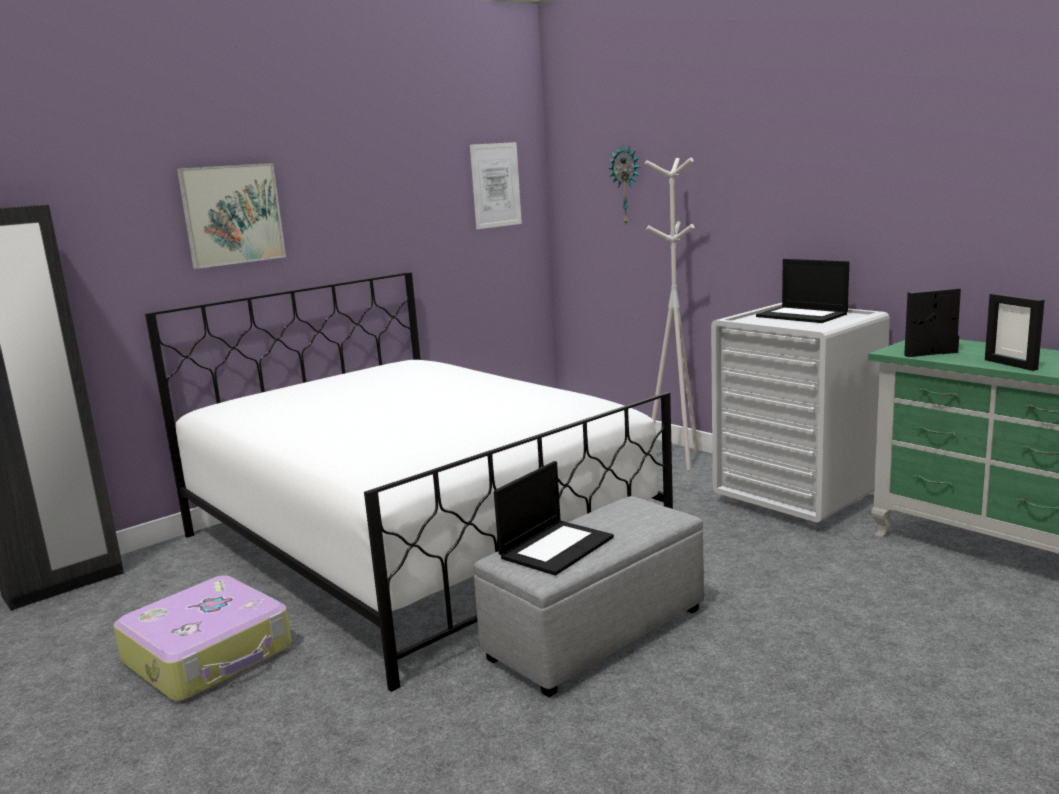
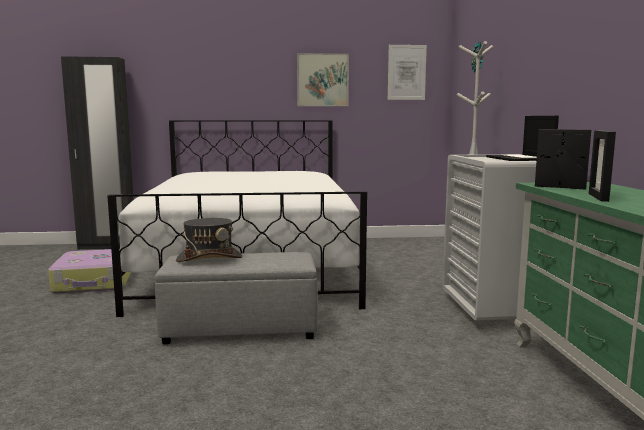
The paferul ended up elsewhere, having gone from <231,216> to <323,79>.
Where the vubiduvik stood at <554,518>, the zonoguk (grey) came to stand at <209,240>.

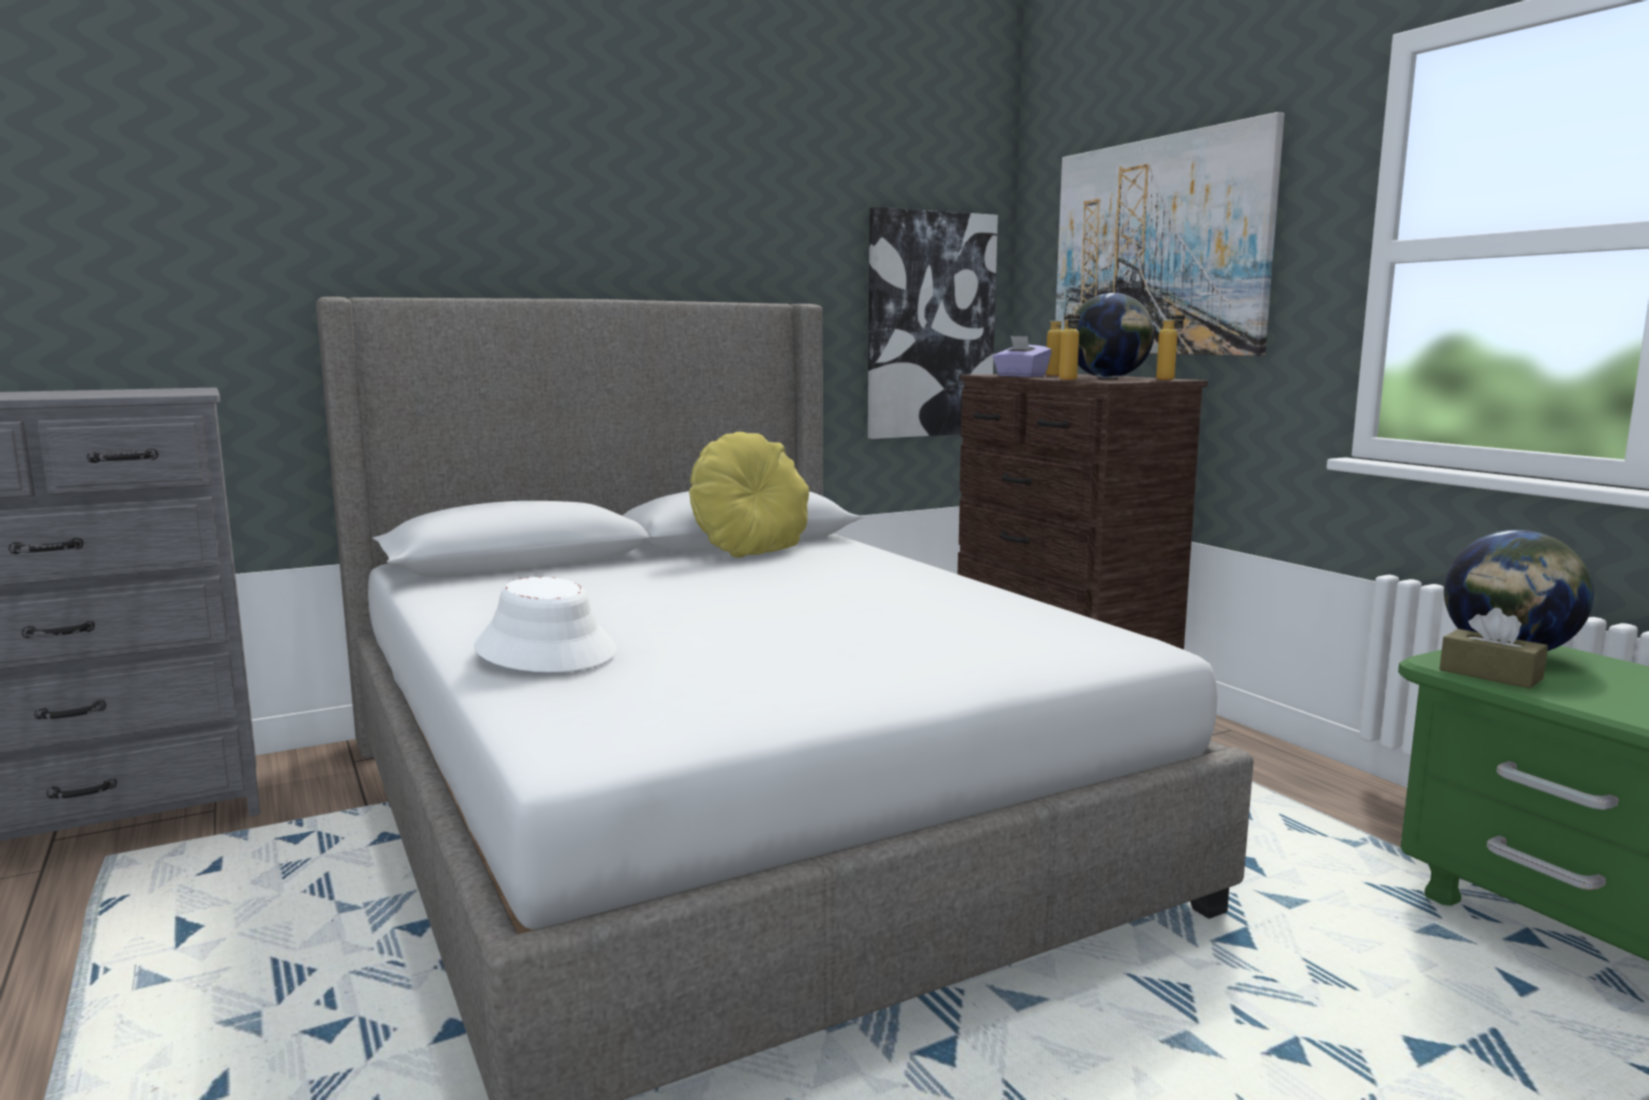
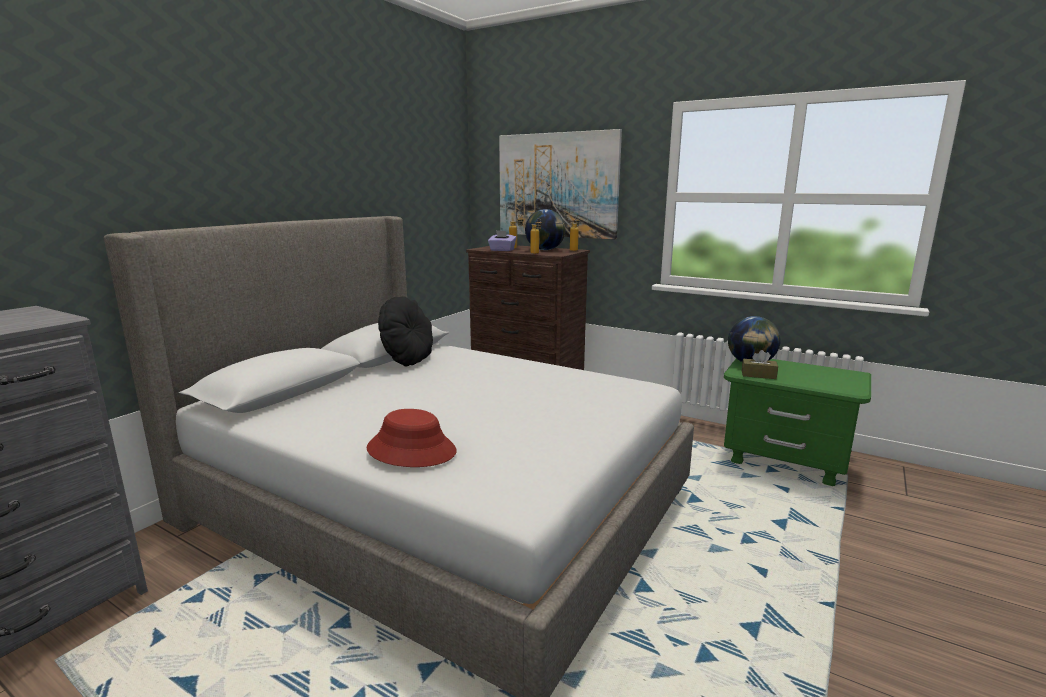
What was the zonoguk (white) at <545,624> turned into the zonoguk (red) at <412,438>.
What was the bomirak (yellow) at <749,495> turned into the bomirak (black) at <405,331>.
The second view lost the paferul at <933,323>.

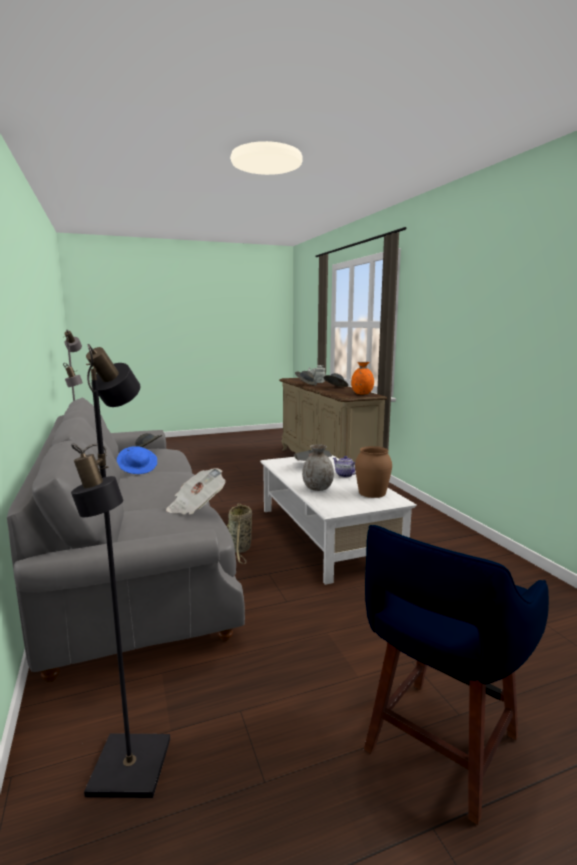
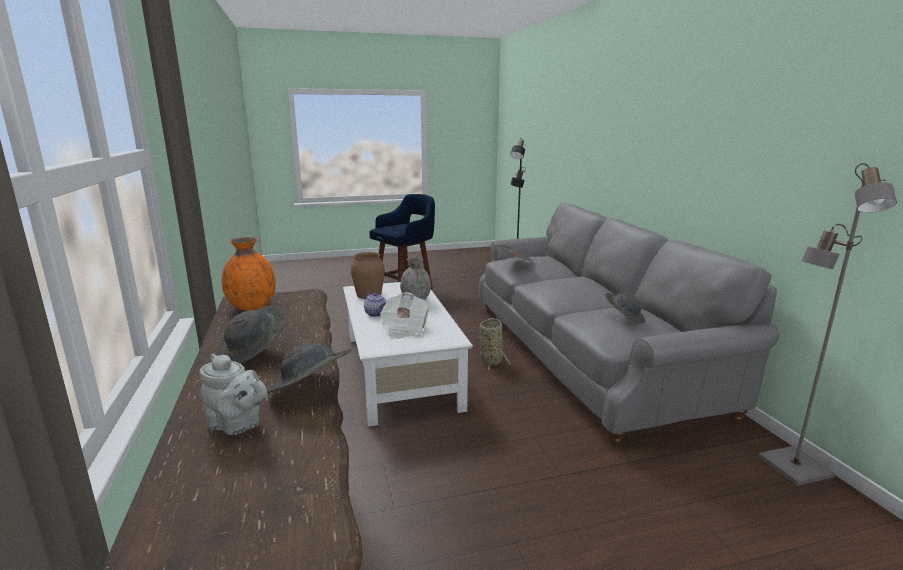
The second view lost the zonoguk (blue) at <137,460>.

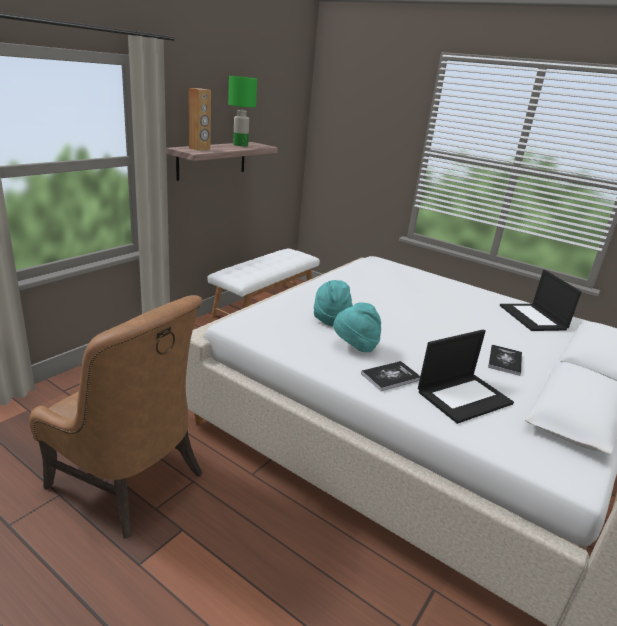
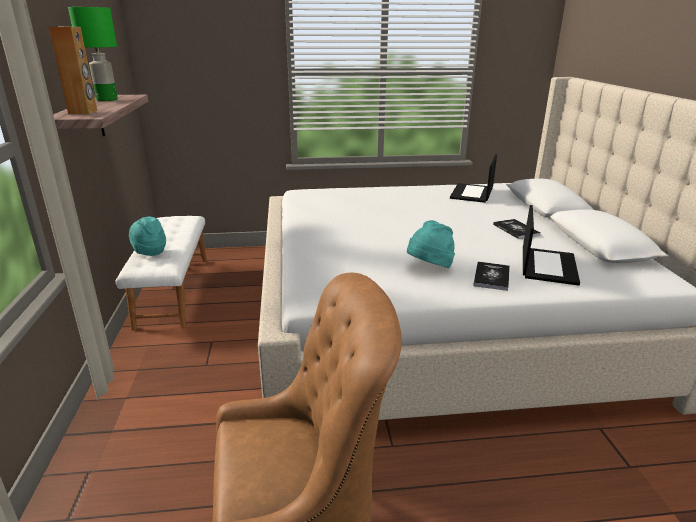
The zonoguk (turquoise) ended up elsewhere, having gone from <333,303> to <147,236>.
The vubiduvik at <541,300> ended up facing another way, 75 degrees clockwise from before.

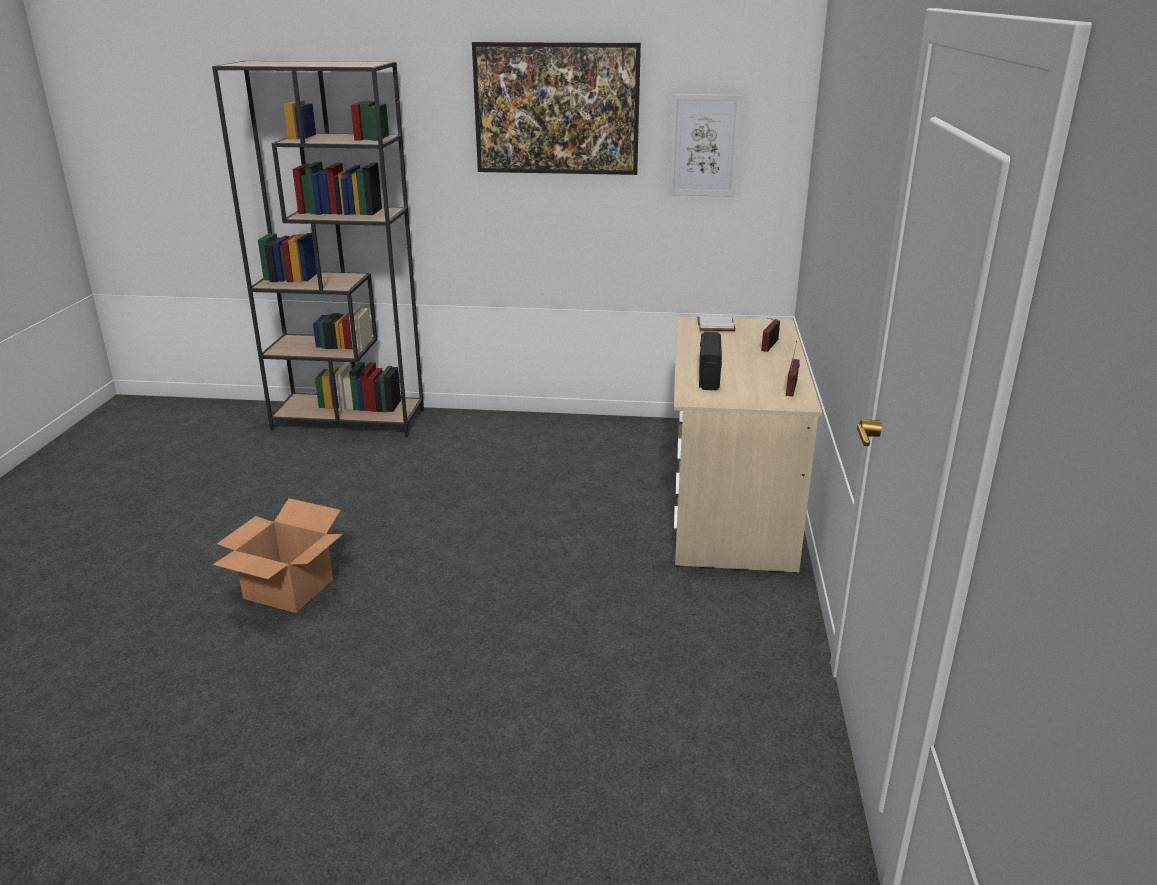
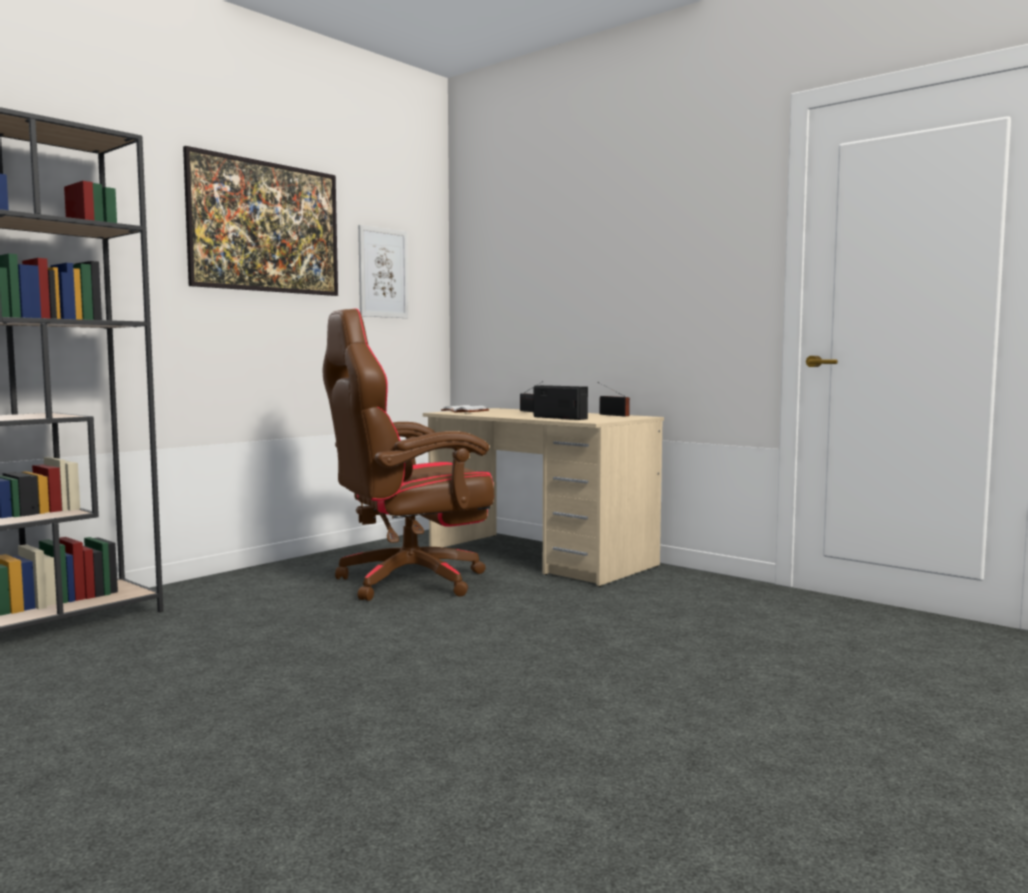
The second view lost the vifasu at <277,555>.
The second view gained the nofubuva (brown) at <408,454>.

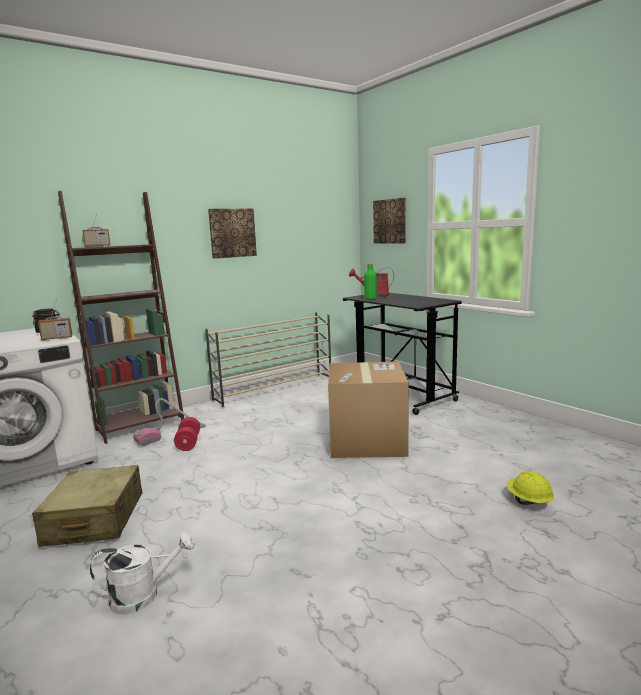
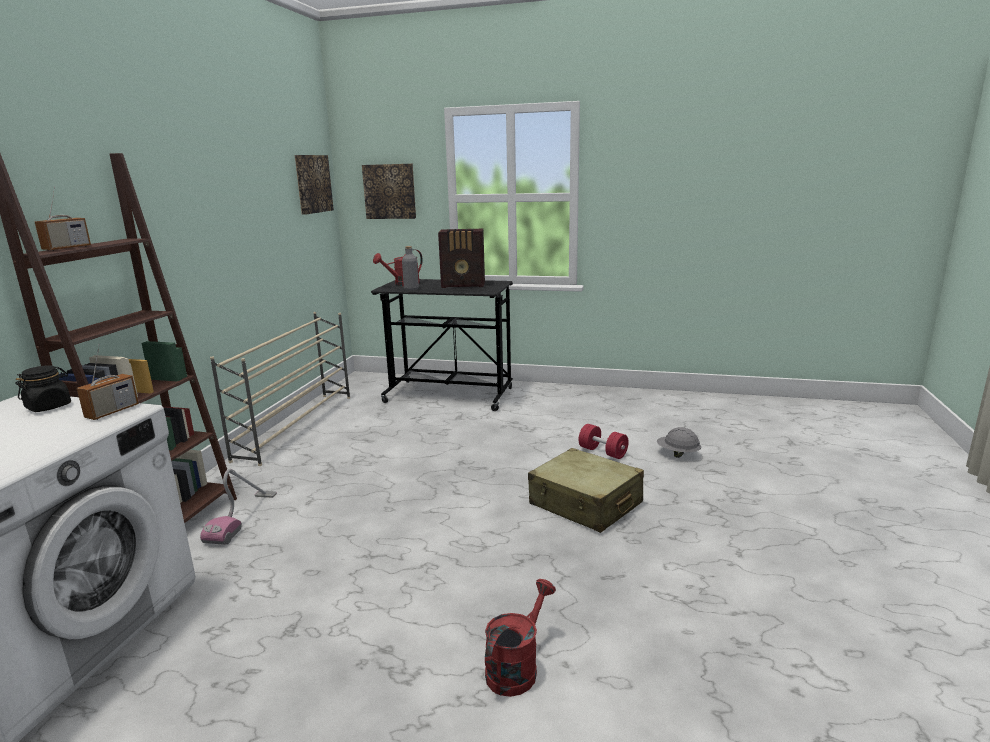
The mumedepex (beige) ended up elsewhere, having gone from <87,506> to <586,490>.
What was the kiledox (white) at <142,573> turned into the kiledox (red) at <520,638>.
The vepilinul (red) ended up elsewhere, having gone from <187,434> to <604,441>.
The paferul ended up elsewhere, having gone from <232,234> to <314,185>.
The second view lost the vifasu at <368,409>.
What was the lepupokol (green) at <370,281> turned into the lepupokol (grey) at <410,268>.
What was the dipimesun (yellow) at <530,488> turned into the dipimesun (grey) at <679,442>.
The second view gained the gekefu at <461,258>.

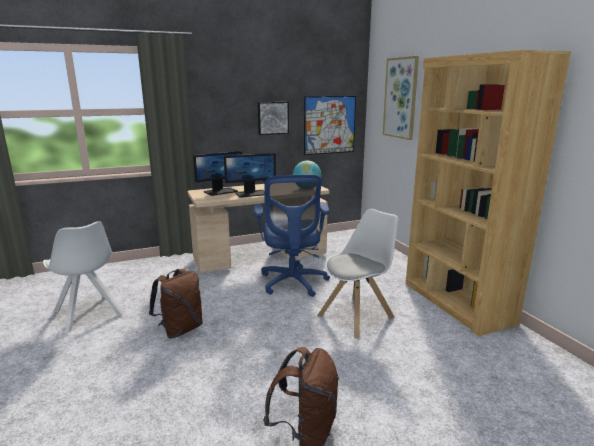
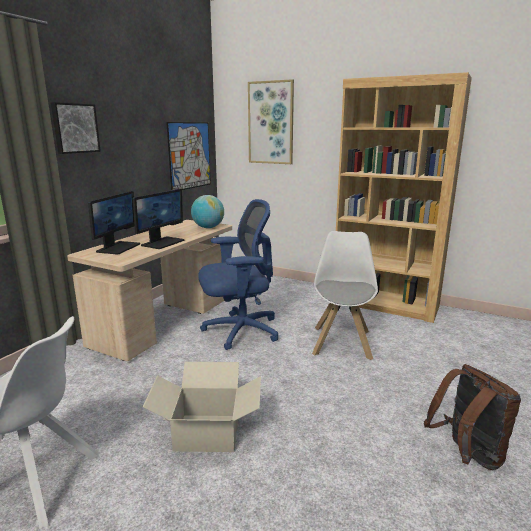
Where the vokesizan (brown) stood at <176,304>, the vifasu came to stand at <202,407>.
The nofubuva (blue) at <292,236> ended up facing another way, 60 degrees counterclockwise from before.
The paferul ended up elsewhere, having gone from <273,118> to <76,128>.

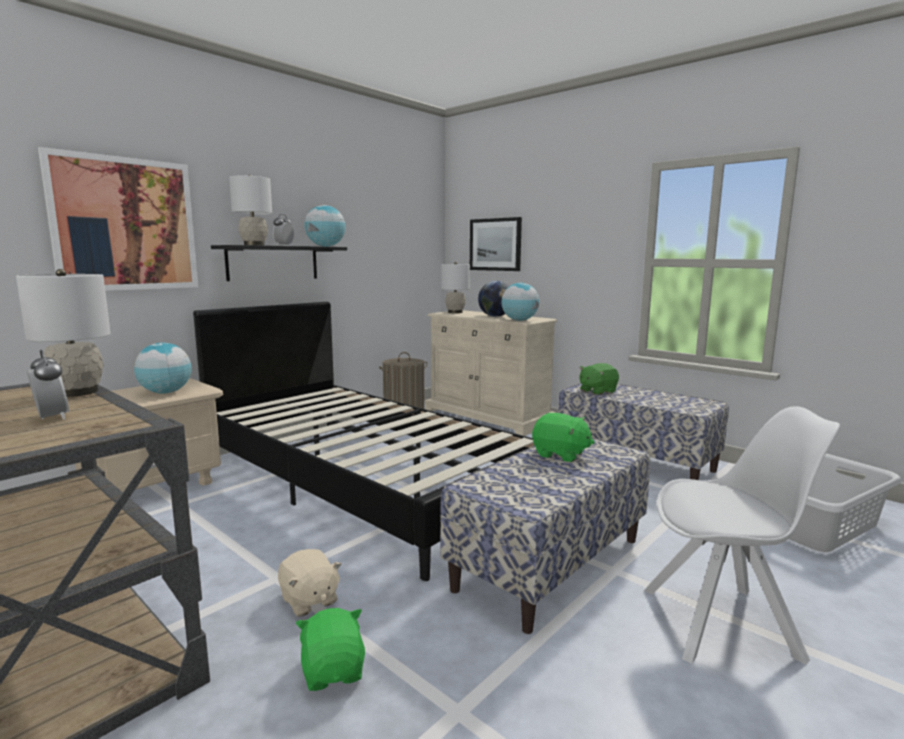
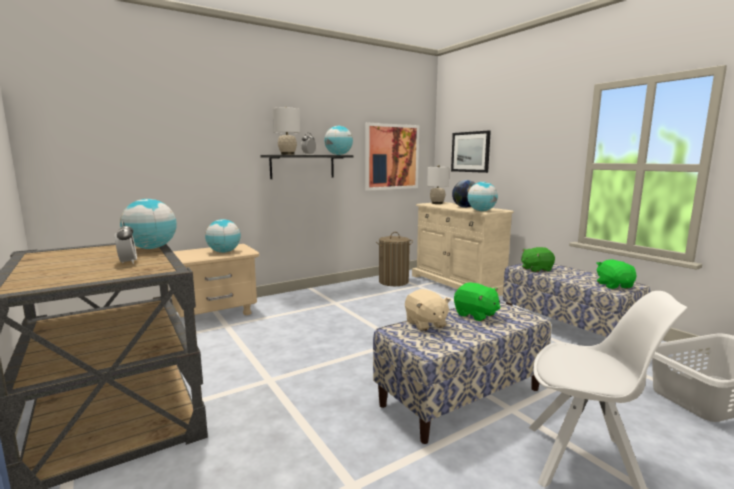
Where the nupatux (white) stood at <63,333>, the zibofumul came to stand at <148,224>.
The paferul ended up elsewhere, having gone from <118,219> to <392,157>.
The second view lost the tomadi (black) at <363,441>.
The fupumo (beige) ended up elsewhere, having gone from <310,583> to <428,310>.
The fupumo (green) ended up elsewhere, having gone from <330,649> to <616,274>.

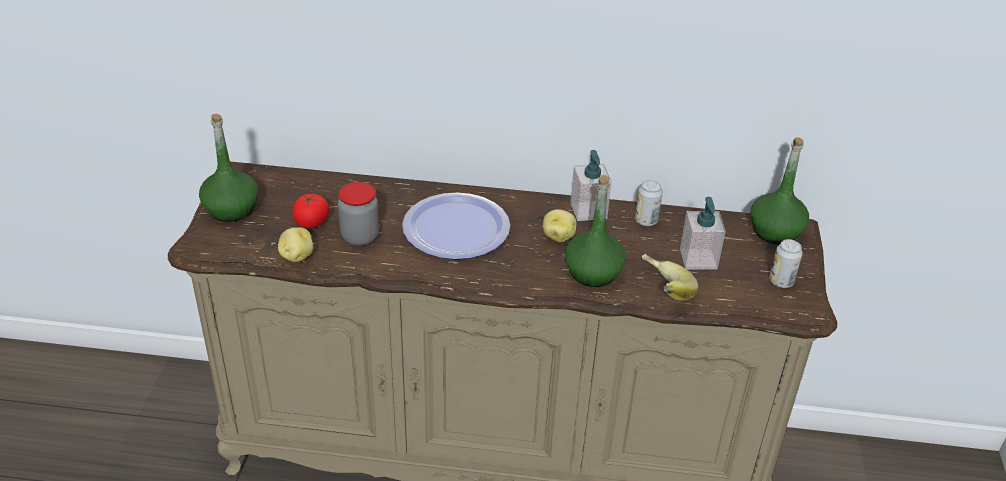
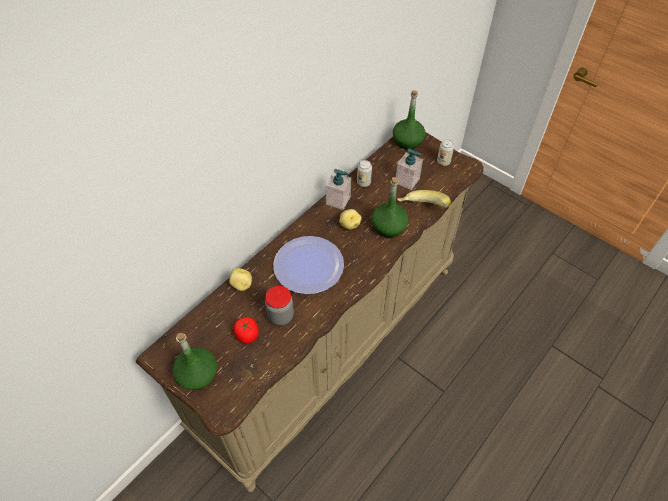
The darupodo ended up elsewhere, having gone from <295,244> to <240,279>.

